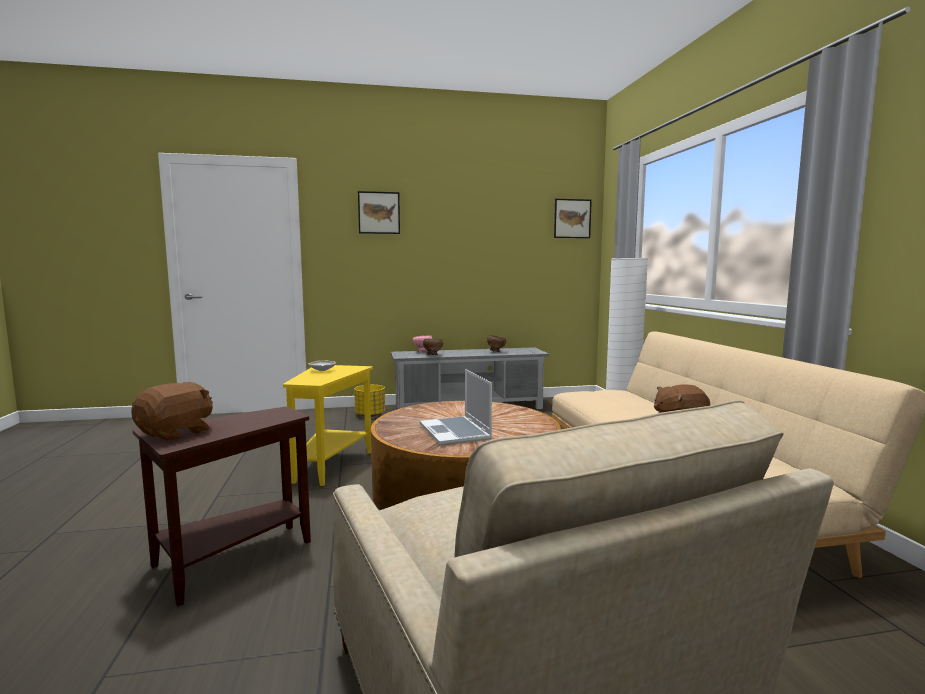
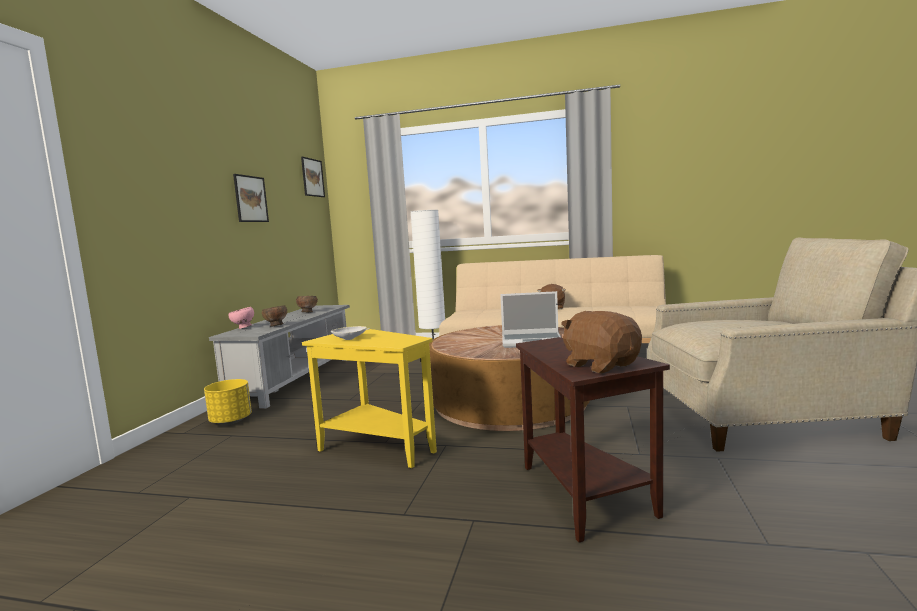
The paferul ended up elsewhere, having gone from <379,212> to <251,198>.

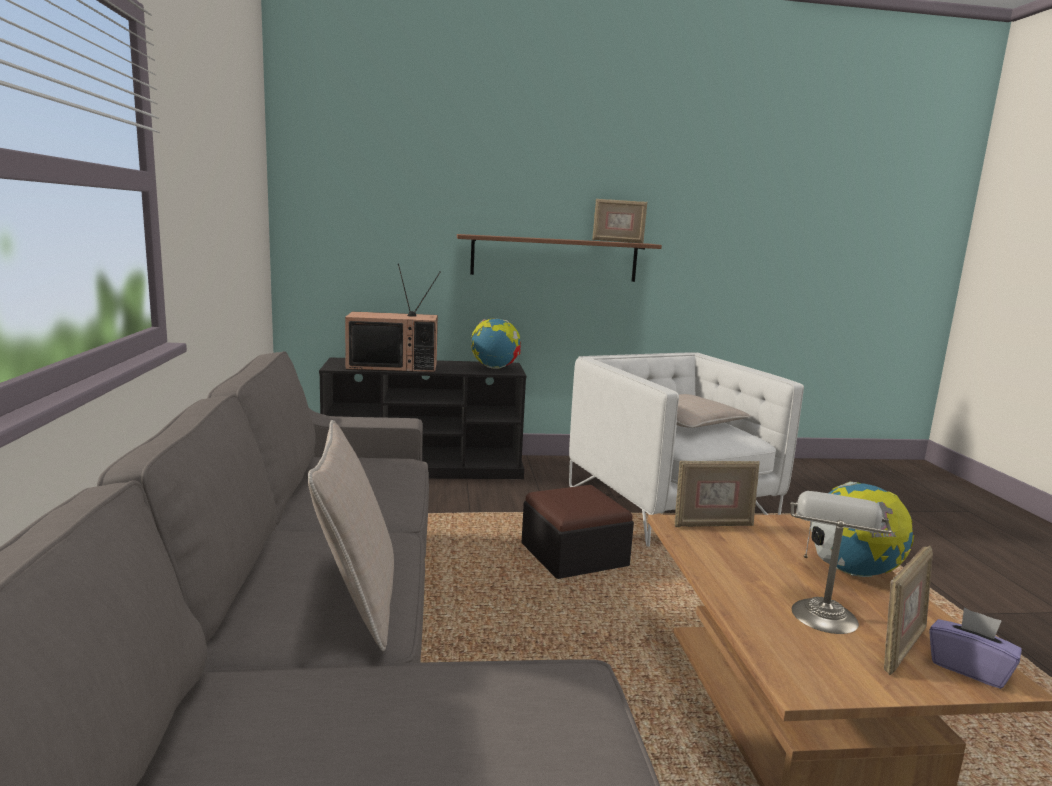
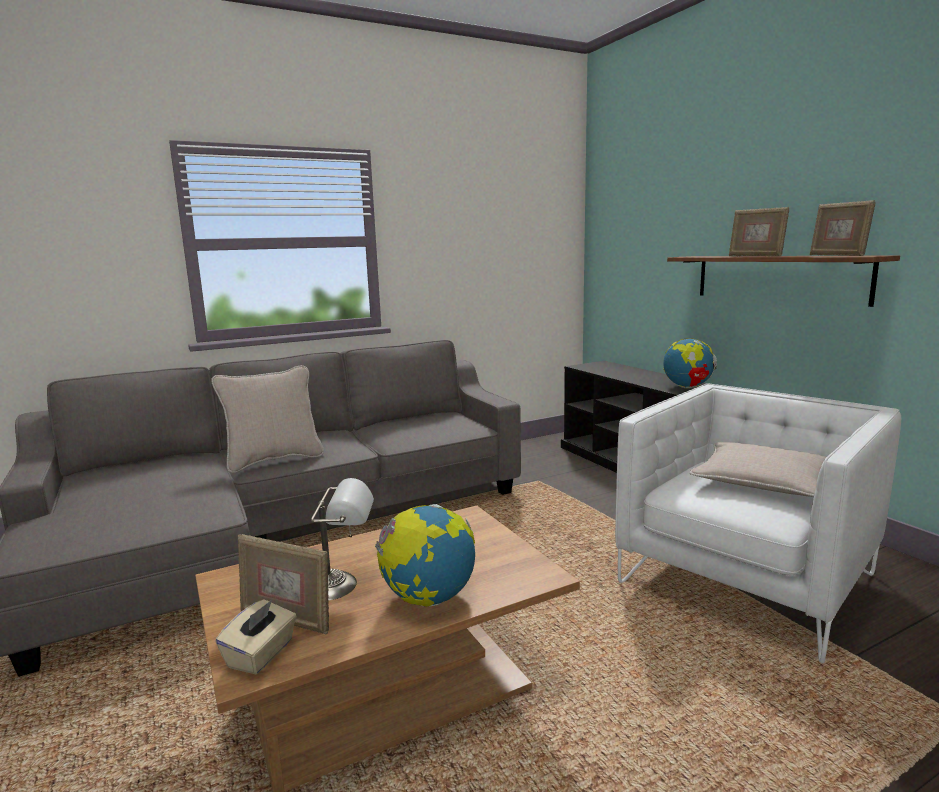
The second view lost the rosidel at <393,318>.
The second view lost the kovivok at <578,532>.
The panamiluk ended up elsewhere, having gone from <717,494> to <759,231>.
What was the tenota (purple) at <975,648> turned into the tenota (beige) at <256,636>.

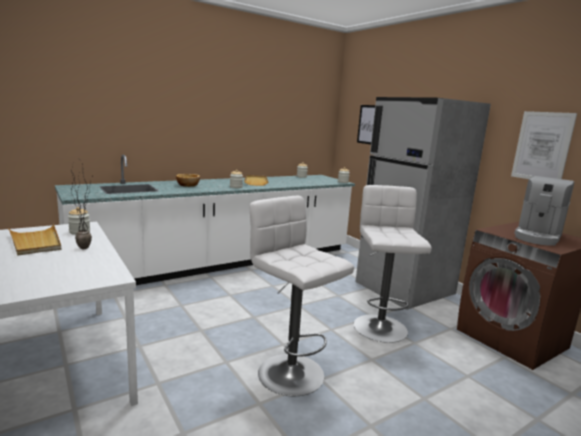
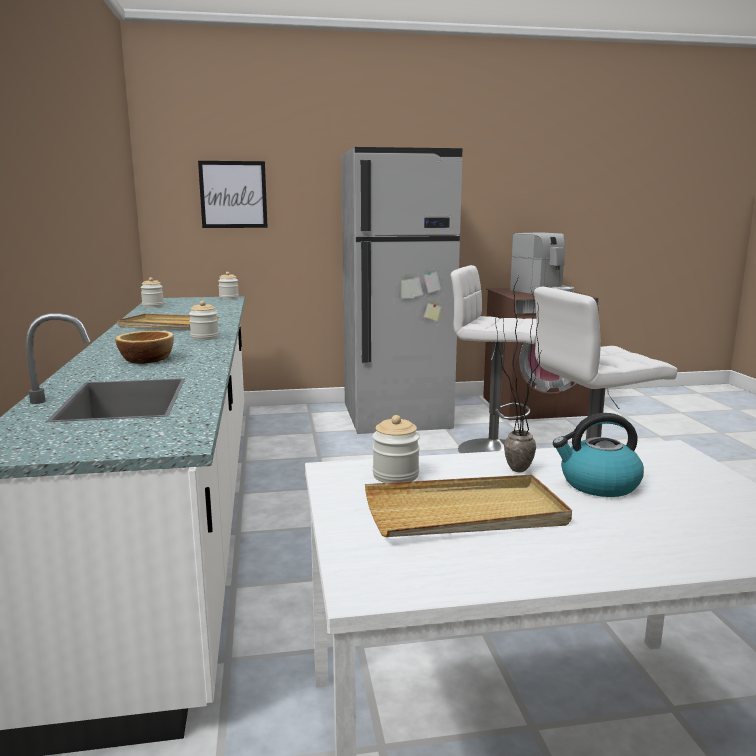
The second view lost the paferul at <544,145>.
The second view gained the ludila at <598,455>.

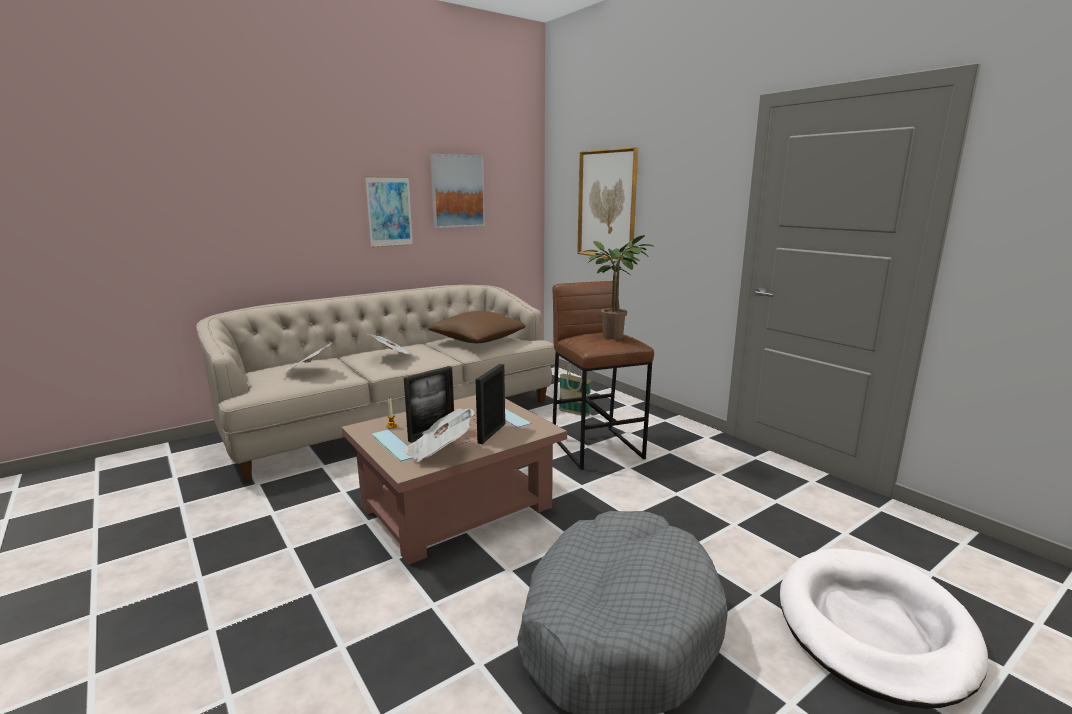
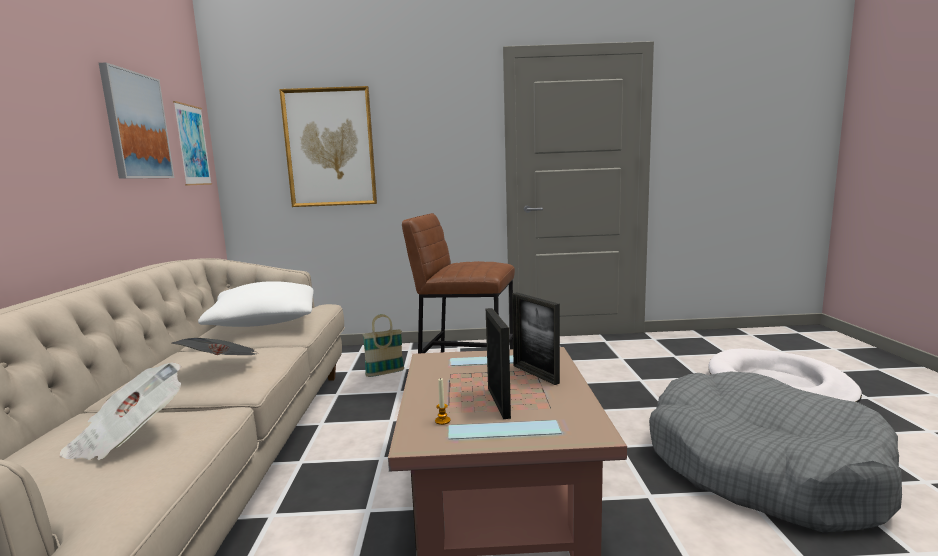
The paferul ended up elsewhere, having gone from <389,212> to <192,143>.
The second view lost the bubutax at <439,435>.
What was the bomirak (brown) at <477,327> turned into the bomirak (white) at <256,304>.
The second view lost the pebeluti at <620,287>.

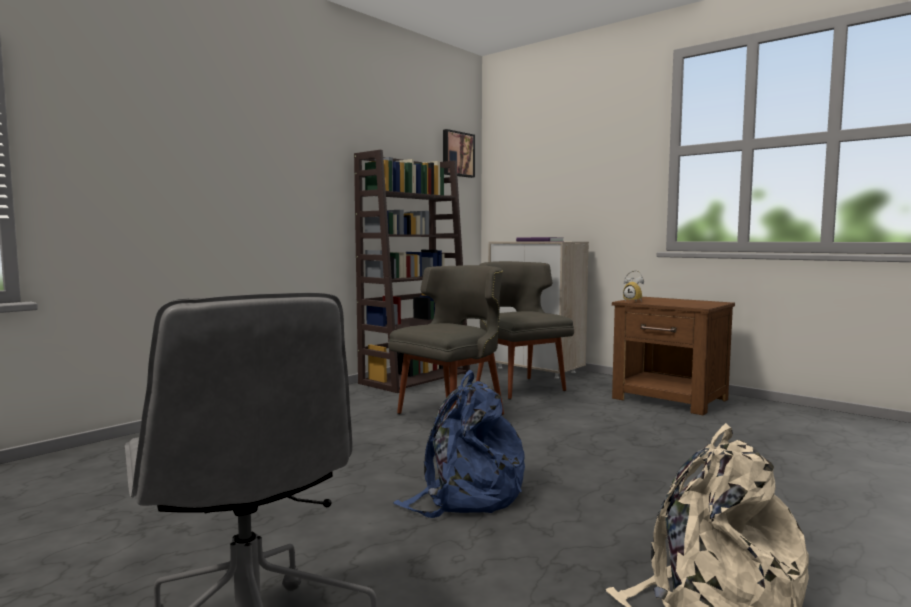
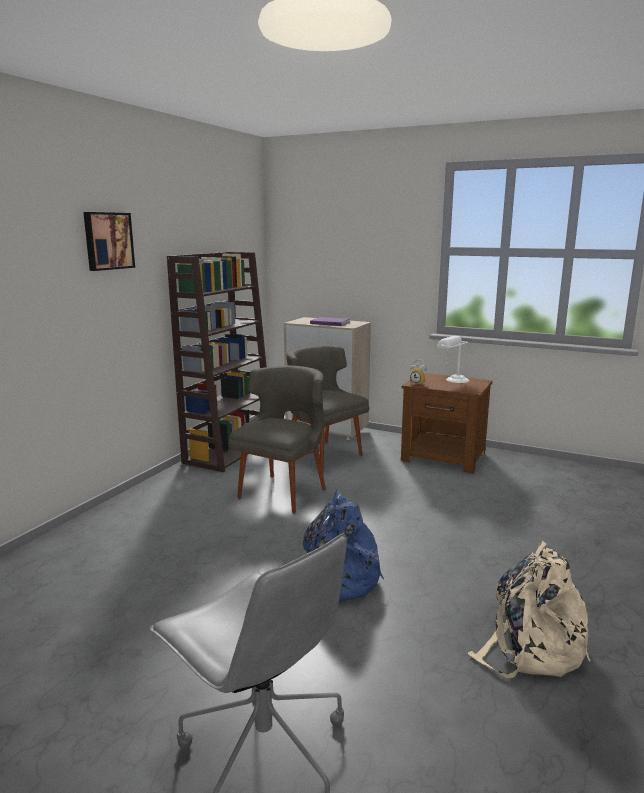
The paferul ended up elsewhere, having gone from <459,153> to <109,241>.
The second view gained the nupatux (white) at <453,359>.

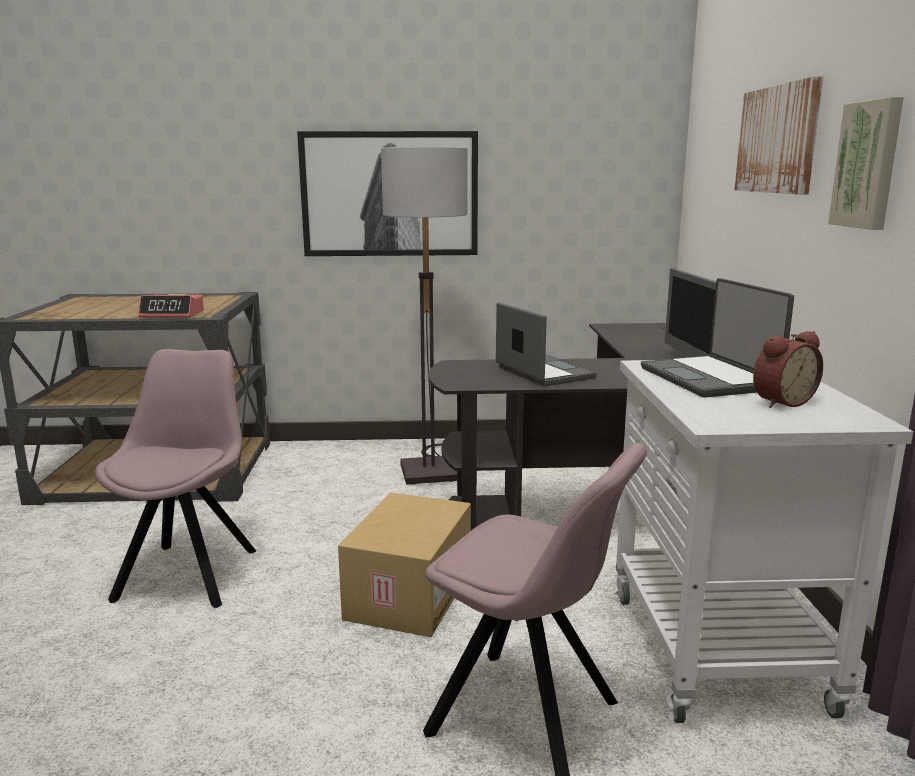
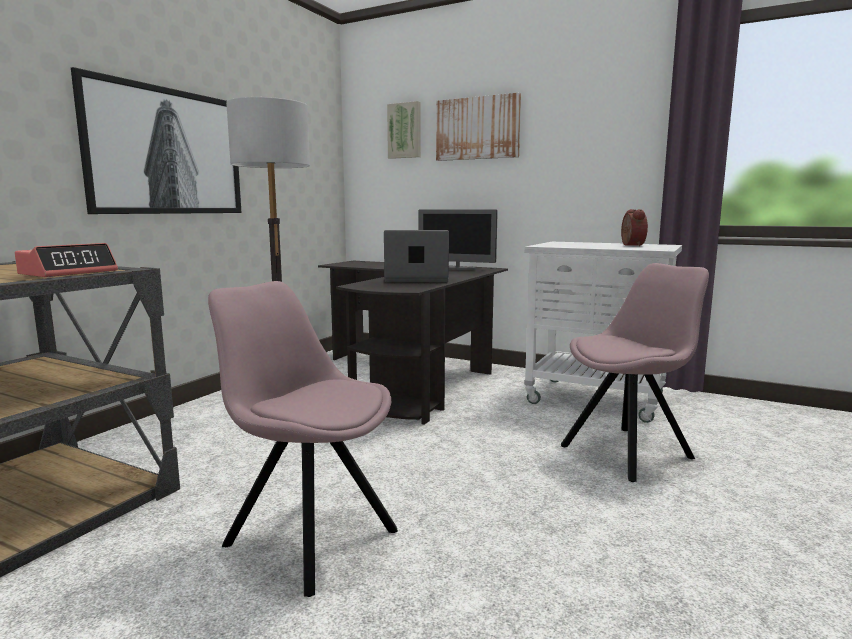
The second view lost the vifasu at <404,564>.
The second view lost the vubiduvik at <717,338>.
The paferul ended up elsewhere, having gone from <866,163> to <404,130>.

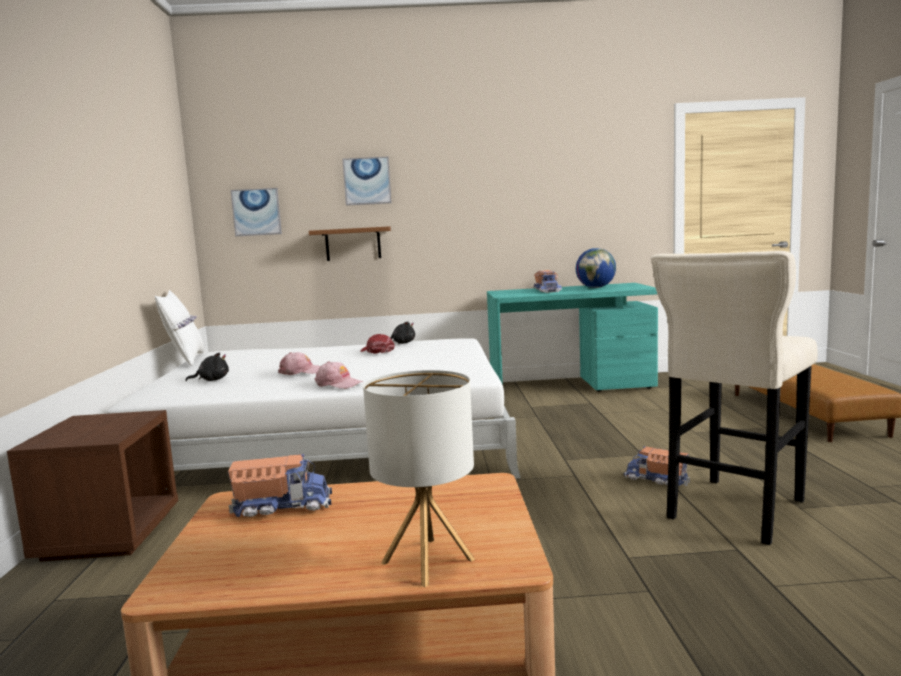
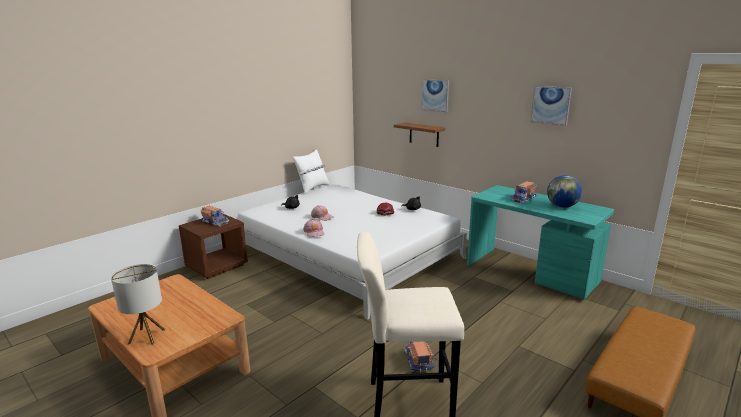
The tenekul ended up elsewhere, having gone from <280,485> to <215,216>.
The paferul ended up elsewhere, having gone from <256,212> to <551,106>.

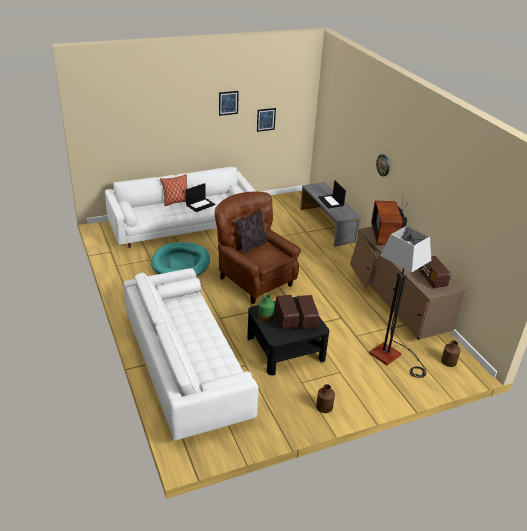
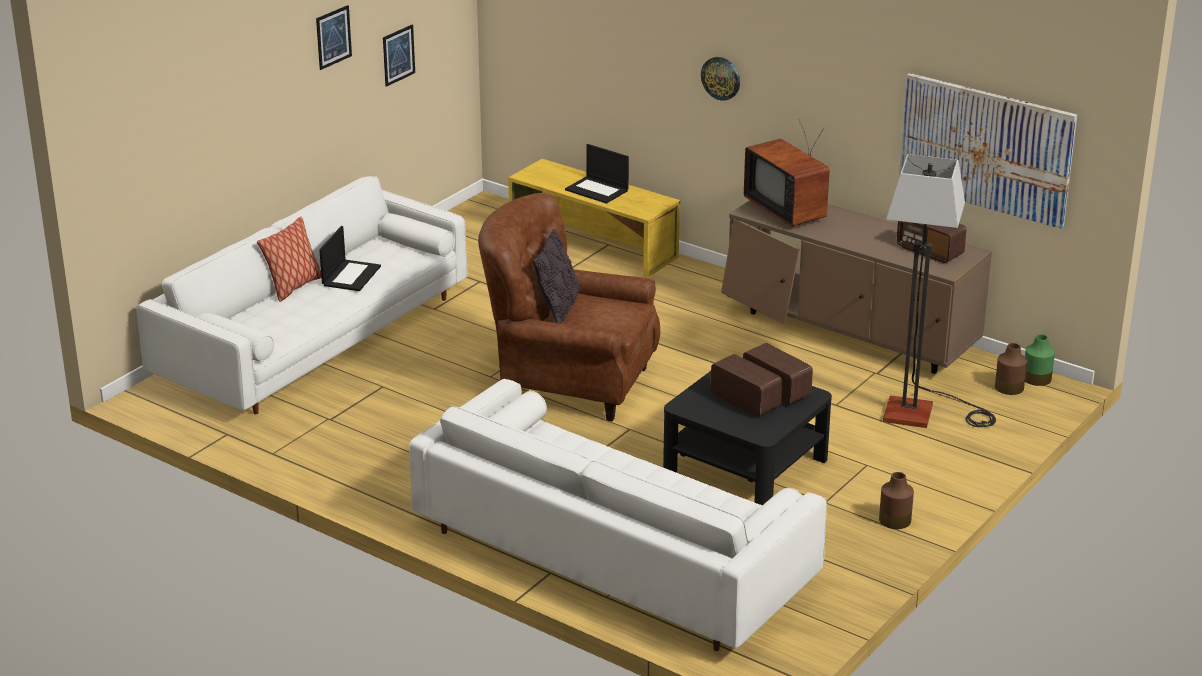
The second view lost the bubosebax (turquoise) at <180,259>.
The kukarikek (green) ended up elsewhere, having gone from <266,308> to <1040,360>.
What was the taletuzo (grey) at <330,214> turned into the taletuzo (yellow) at <594,218>.
The second view gained the paferul at <988,151>.

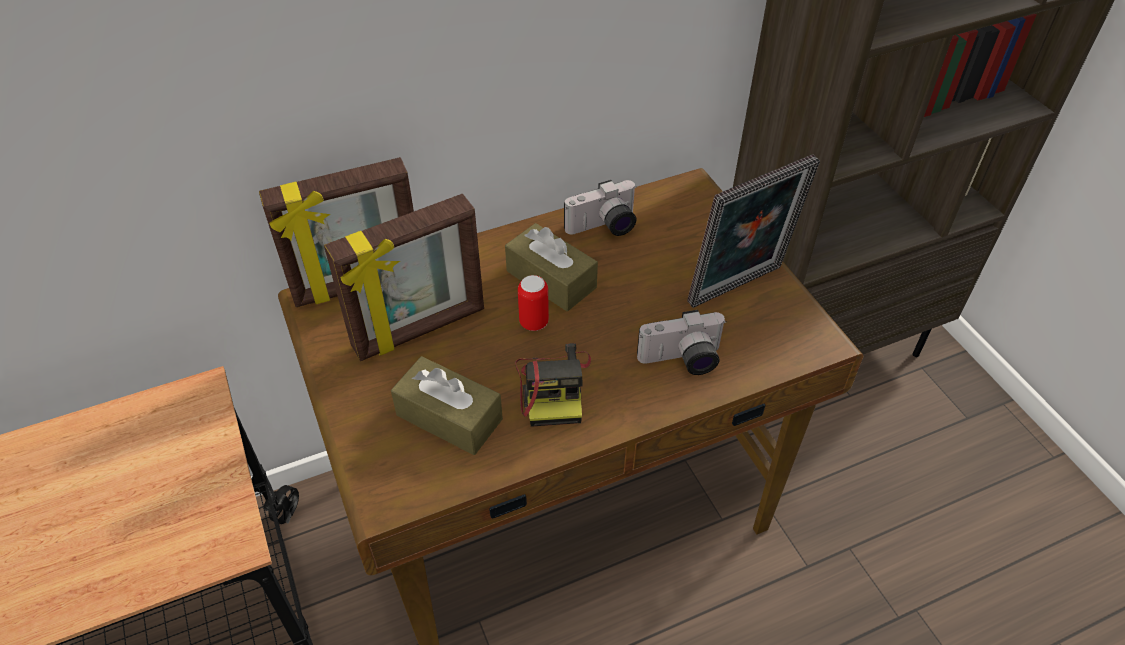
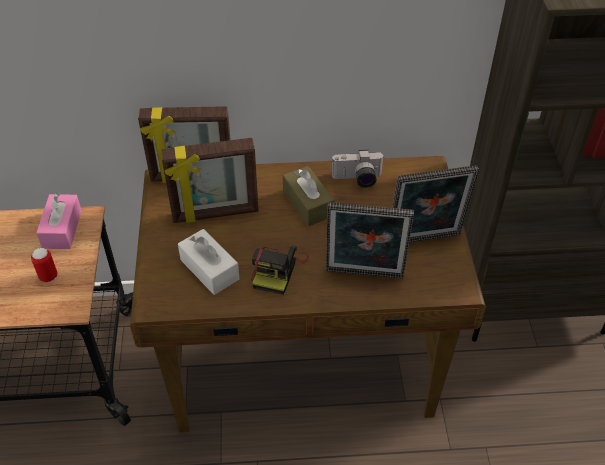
What was the tenota (brown) at <447,405> turned into the tenota (white) at <208,262>.
The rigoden ended up elsewhere, having gone from <533,303> to <44,265>.
Where the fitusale stood at <682,342>, the panamiluk came to stand at <370,240>.
The second view gained the tenota (pink) at <59,221>.

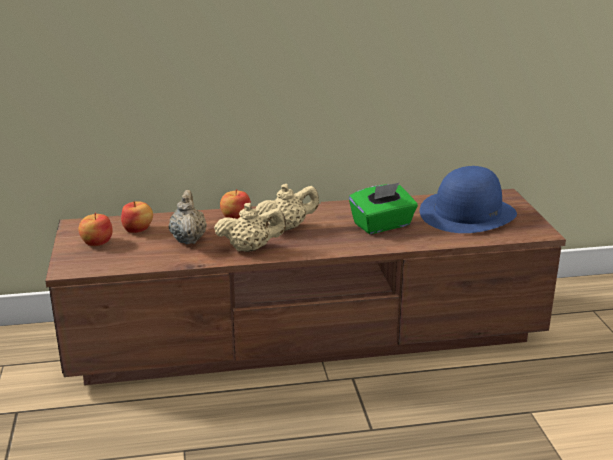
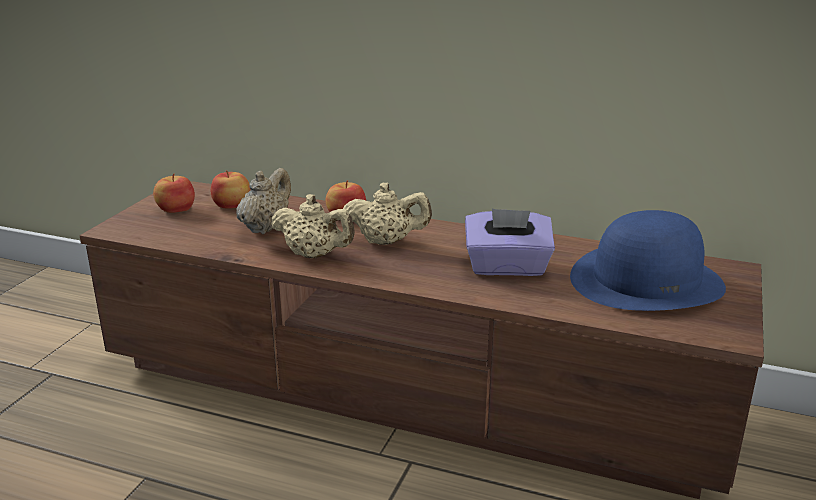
What was the tenota (green) at <383,208> turned into the tenota (purple) at <510,242>.

